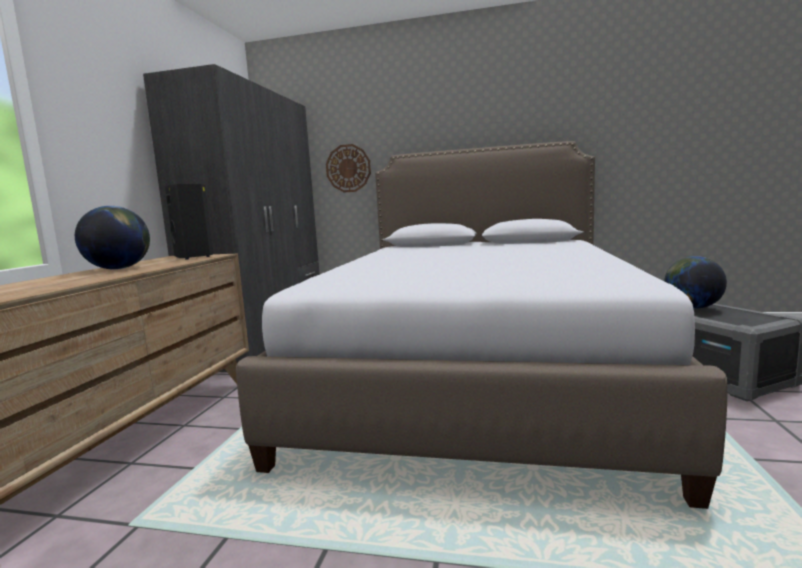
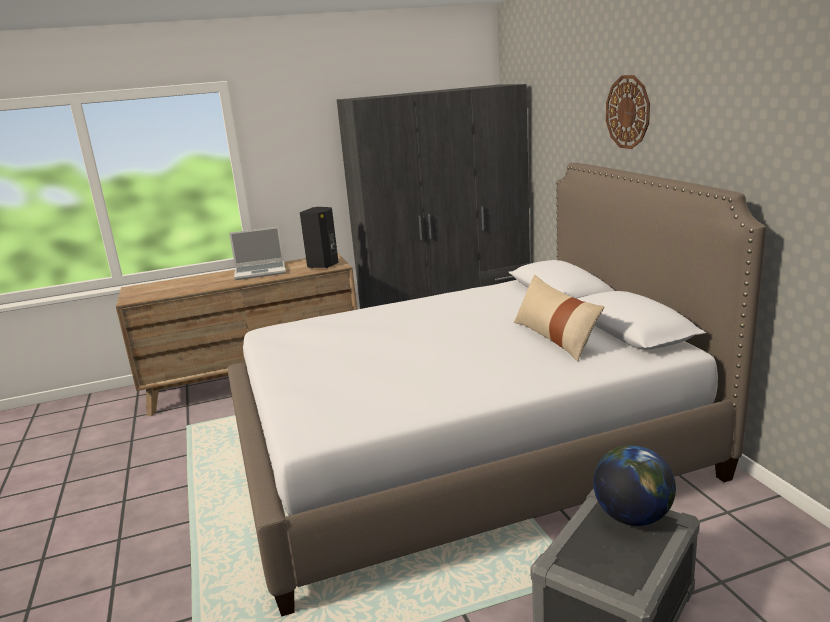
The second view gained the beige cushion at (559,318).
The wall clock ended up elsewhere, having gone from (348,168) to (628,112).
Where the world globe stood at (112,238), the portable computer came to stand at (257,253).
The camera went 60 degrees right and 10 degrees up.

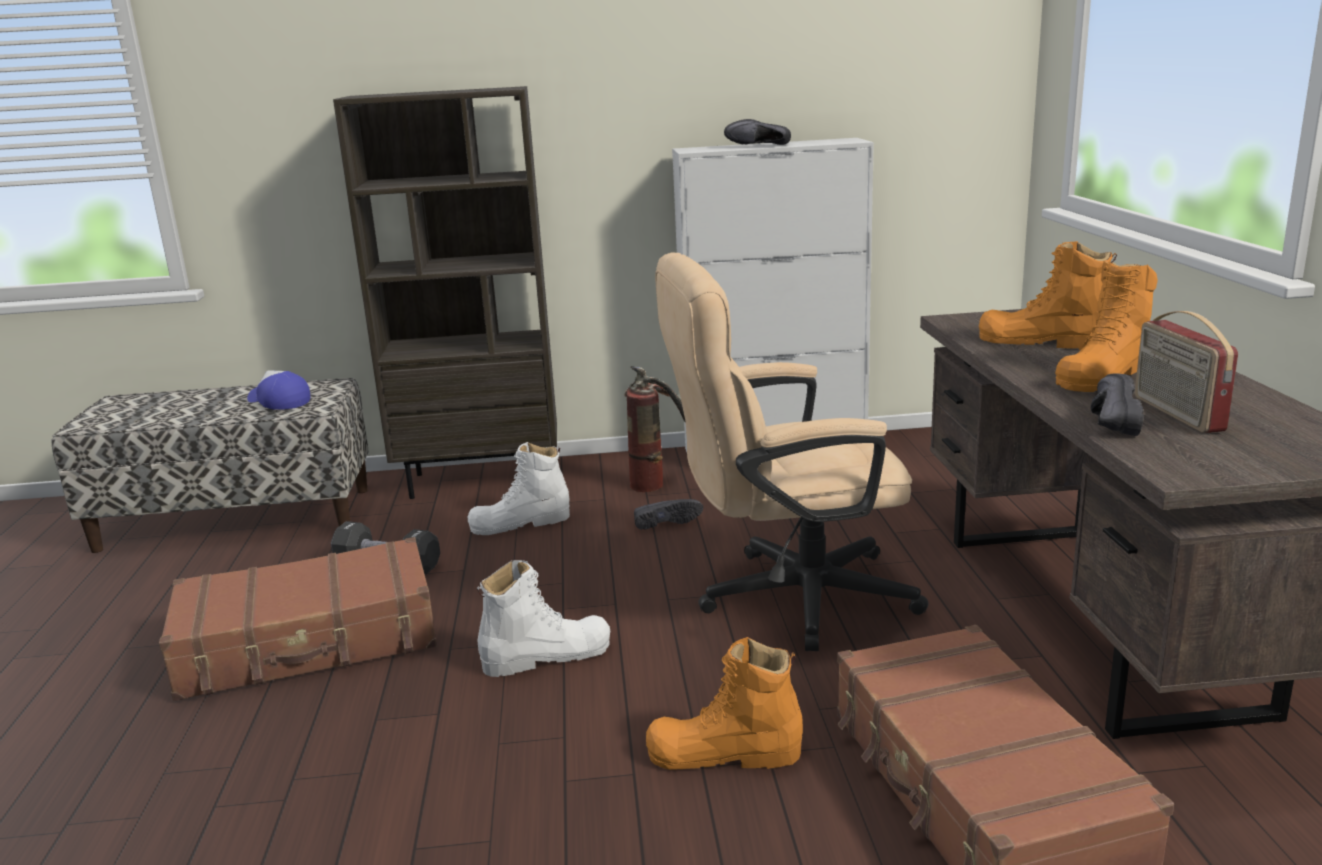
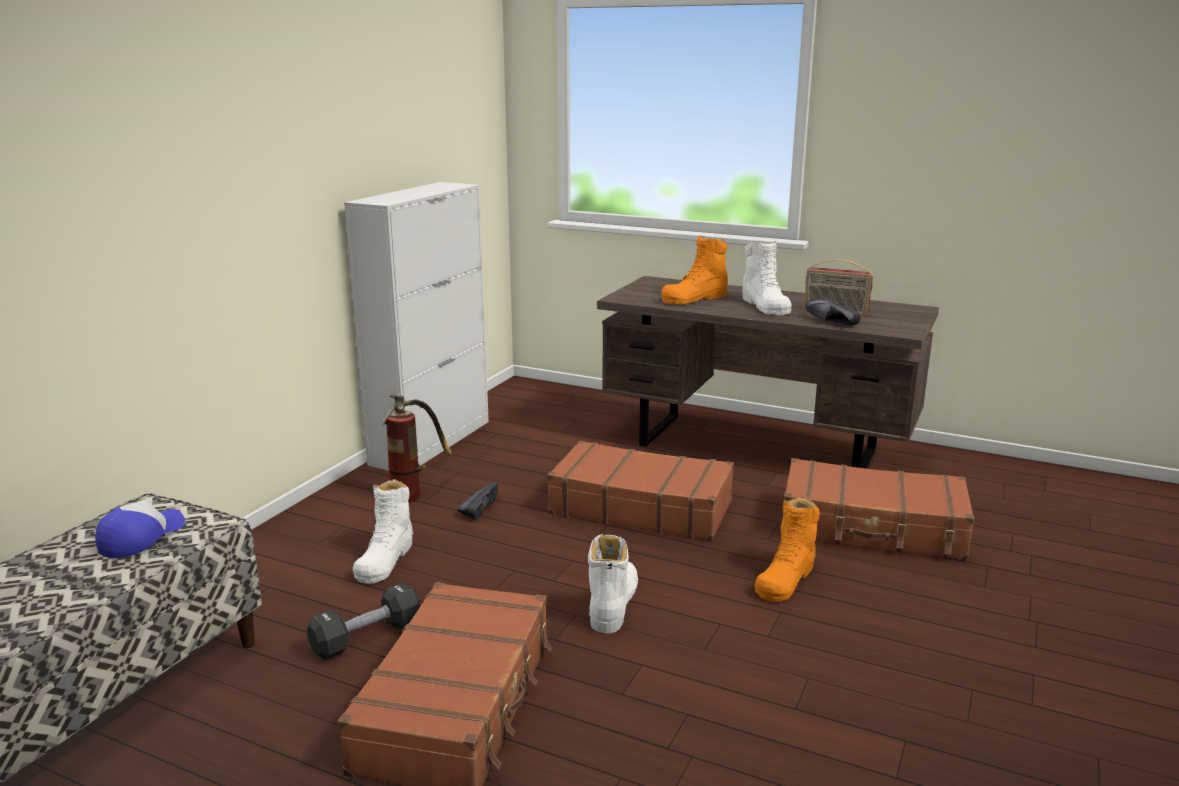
The second view lost the brown bookcase at (445,292).
The second view lost the black-coloured shoe at (757,132).
Where the beige office chair stood at (791,451), the brown suitcase came to stand at (640,491).
What was the orange-coloured high-top boot at (1106,326) turned into the white-coloured high-top boot at (767,278).
The peaked cap at (278,390) ended up facing another way, 135 degrees clockwise from before.
The camera went 60 degrees left and 0 degrees up.

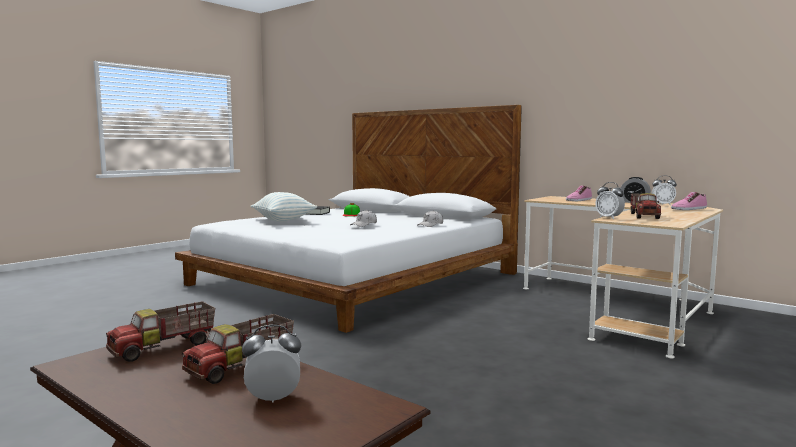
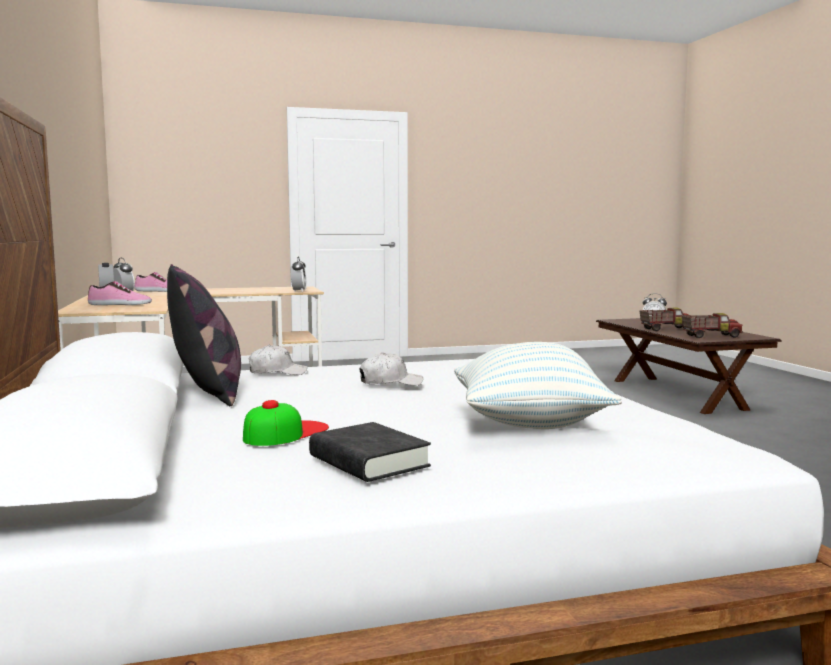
The second view lost the model truck at (646,206).
The second view gained the cushion at (204,335).
The camera went 145 degrees left and 0 degrees up.

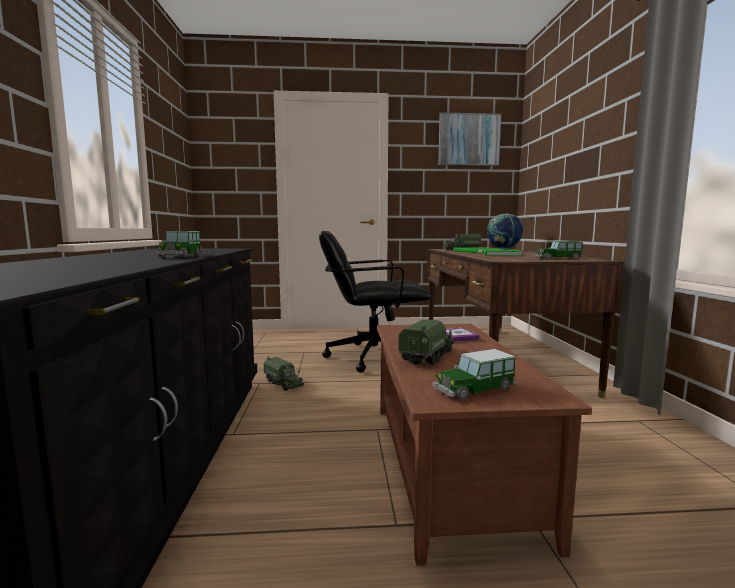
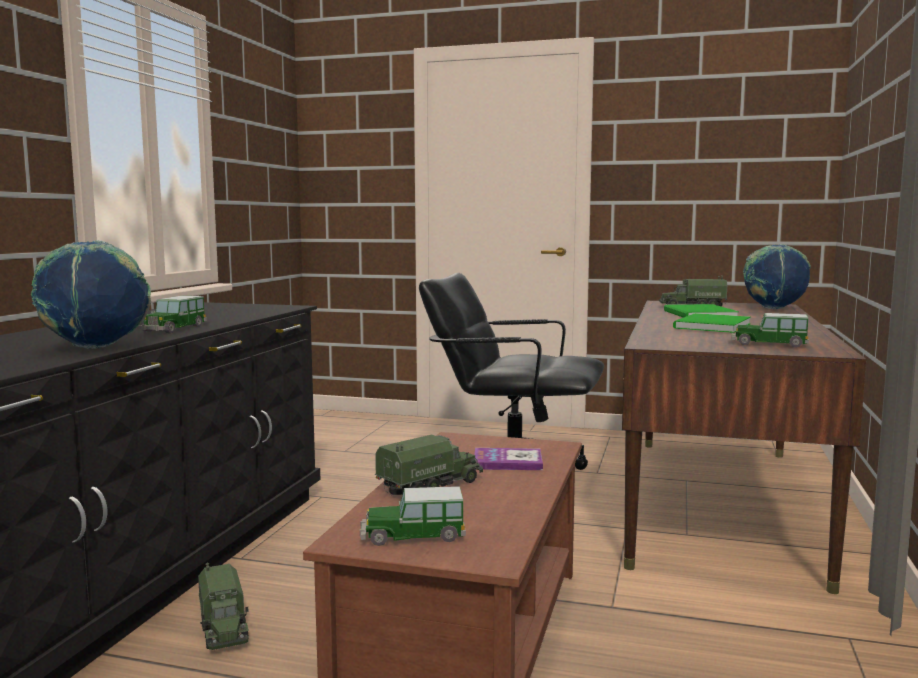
The second view lost the wall art at (469,139).
The second view gained the world globe at (91,294).
The model truck ended up elsewhere, having gone from (284,373) to (223,606).
The camera went 20 degrees right and 0 degrees up.

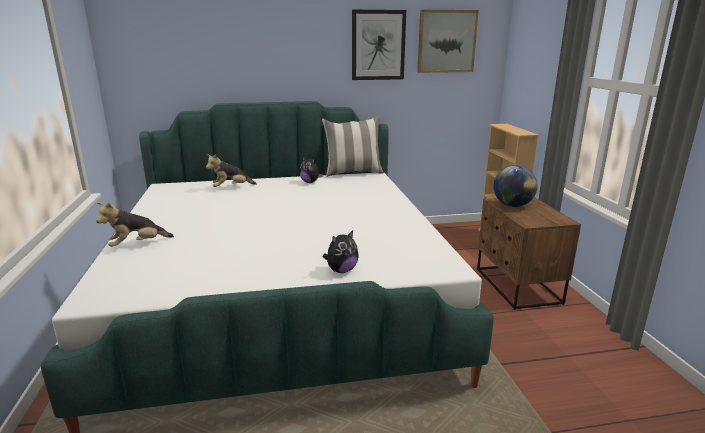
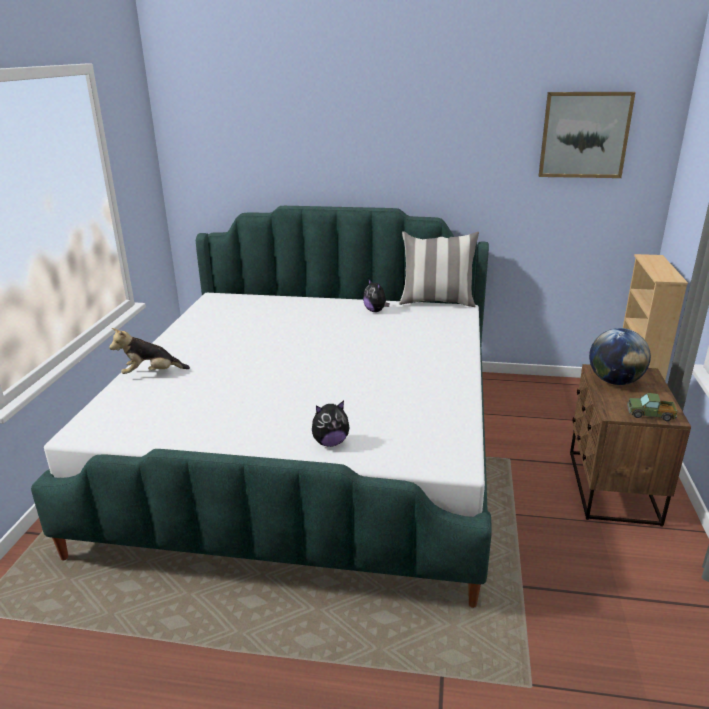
The second view lost the cuddly toy at (231,170).
The second view lost the wall art at (379,45).
The second view gained the model truck at (652,407).
The camera went 20 degrees right and 5 degrees up.

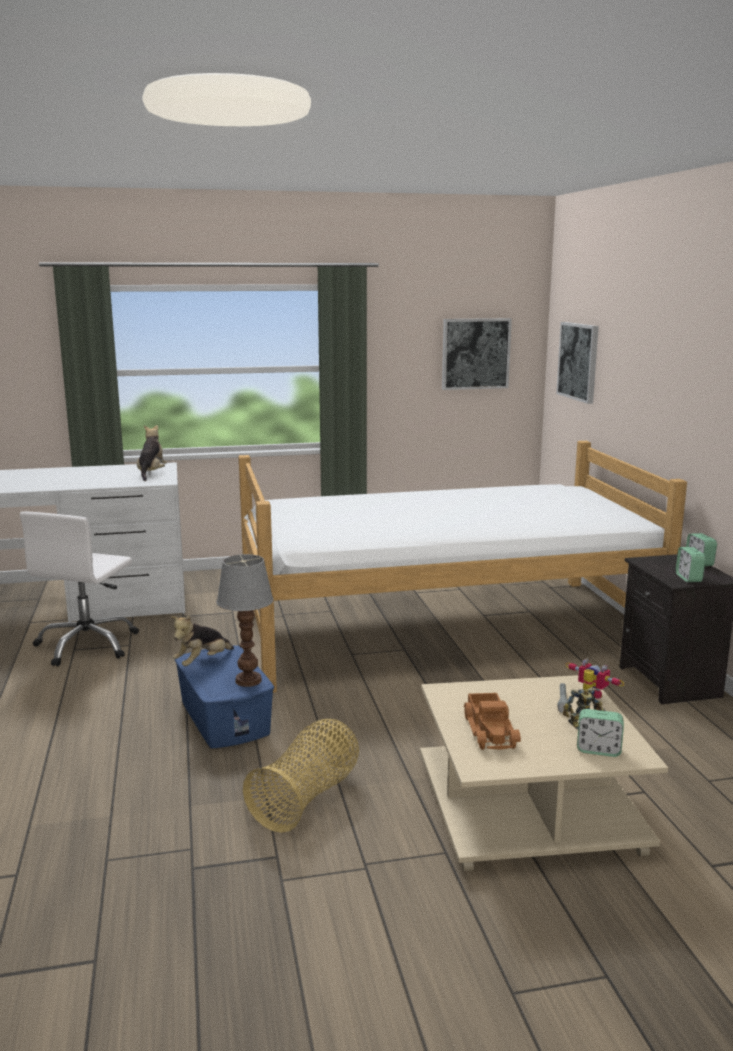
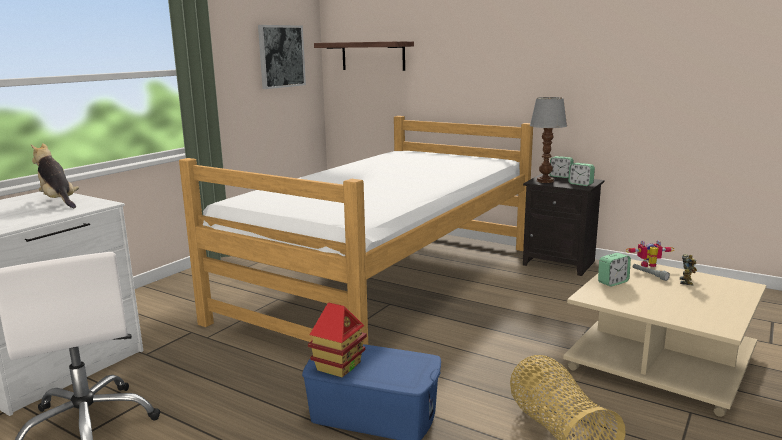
The second view lost the model truck at (492,721).
The table lamp ended up elsewhere, having gone from (245,620) to (548,140).
The bedside clock ended up elsewhere, having gone from (600,733) to (614,270).
Where the cuddly toy stood at (202,640), the miniature house came to stand at (337,340).
Where the wall art hung at (577,363), the wall shelf came to hang at (364,56).
The camera went 45 degrees left and 0 degrees up.

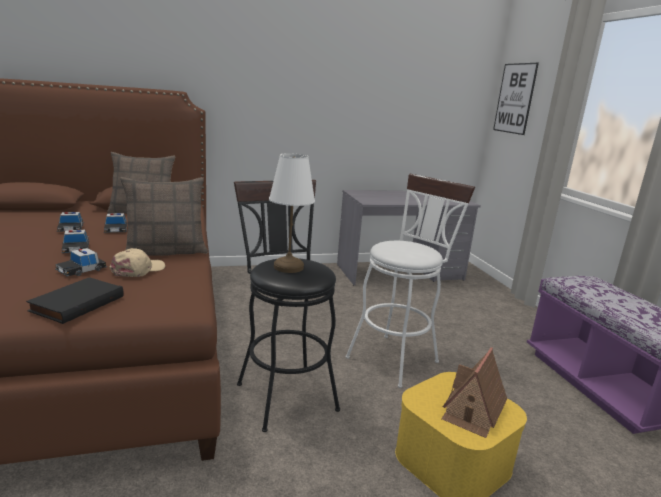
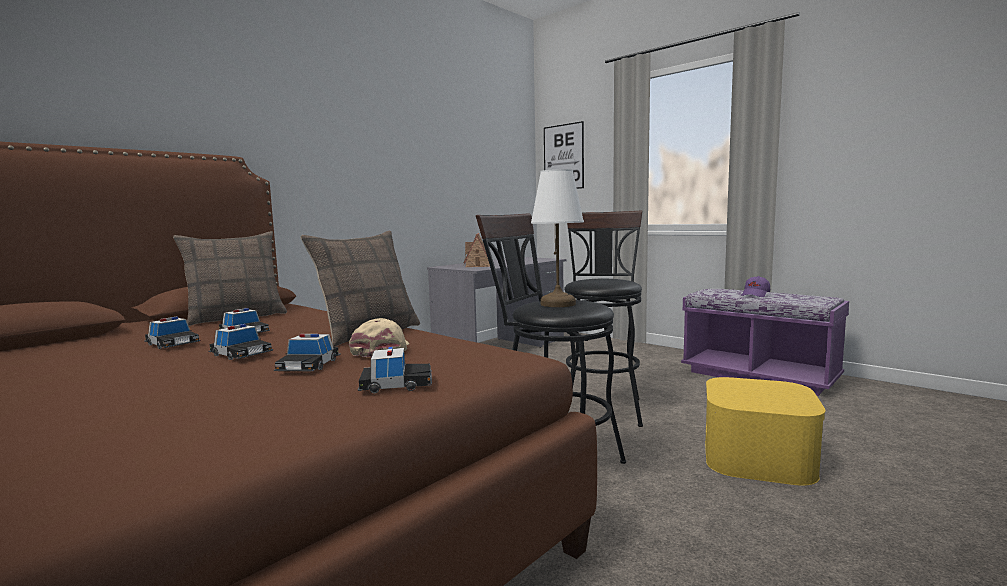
The second view gained the purplish peaked cap at (755,286).
The miniature house ended up elsewhere, having gone from (474,392) to (477,250).
Where the black-coloured bound book stood at (75,300), the toy car came to stand at (395,370).
What was the white-coloured stool seat at (410,281) turned into the black-coloured stool seat at (603,318).
The camera went 30 degrees left and 10 degrees down.

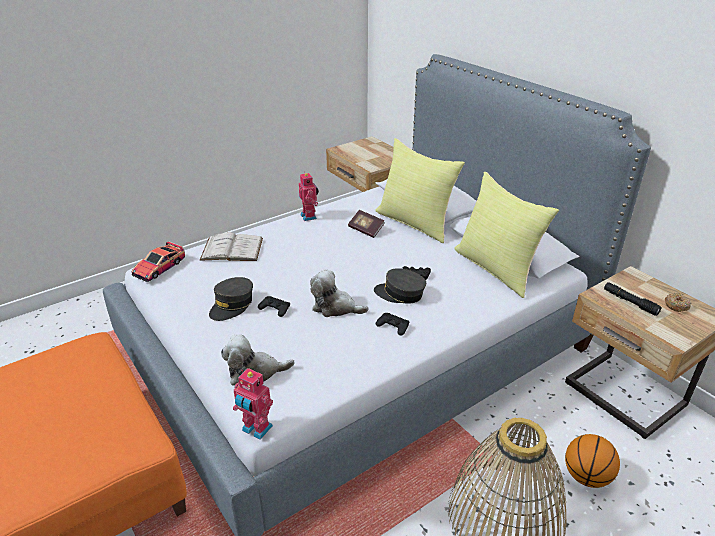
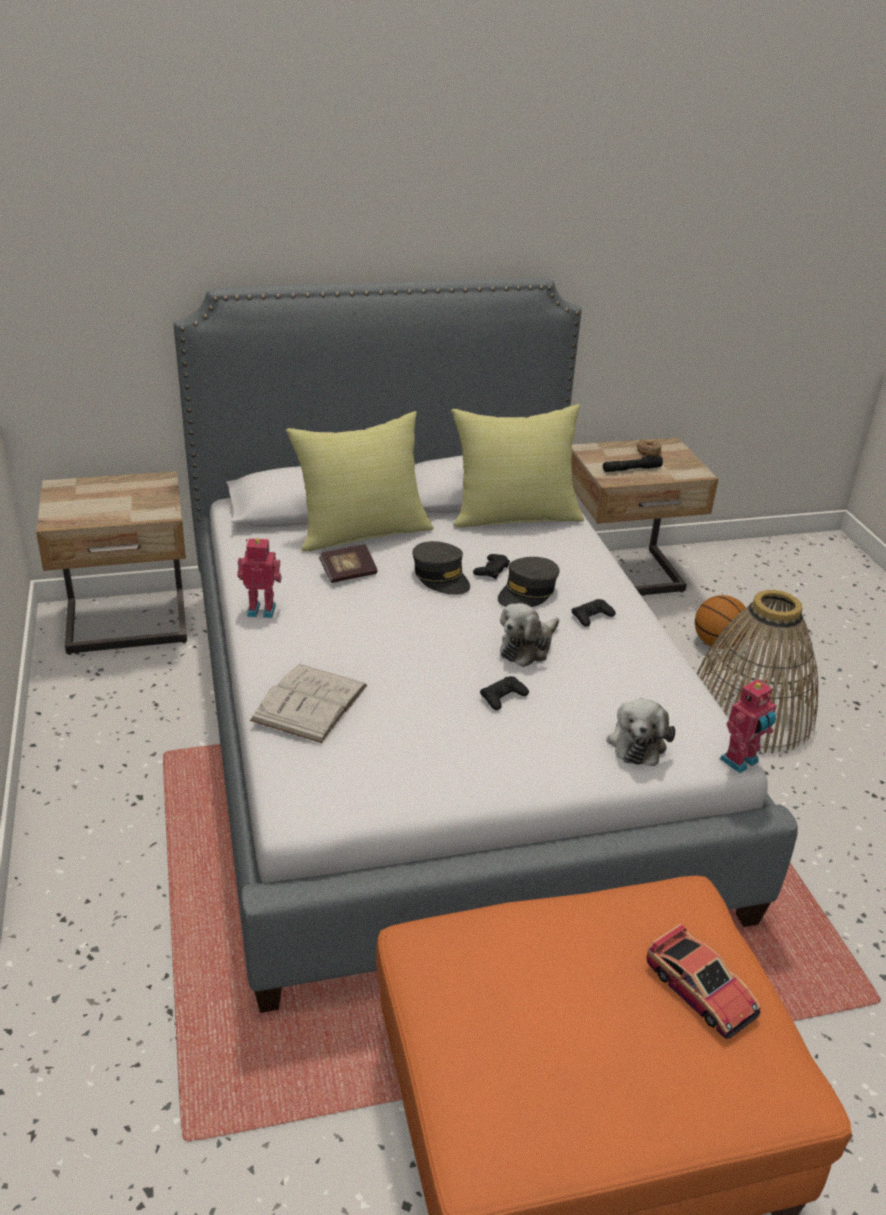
The toy car ended up elsewhere, having gone from (158,261) to (703,981).
The gray peaked cap ended up elsewhere, having gone from (231,299) to (441,568).
The camera went 70 degrees left and 0 degrees up.

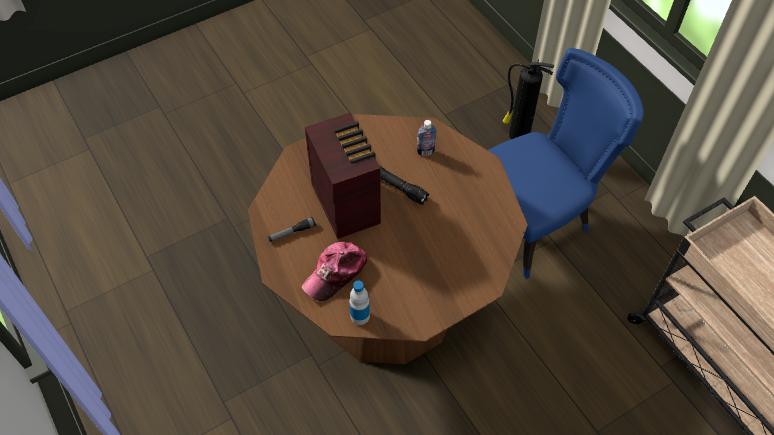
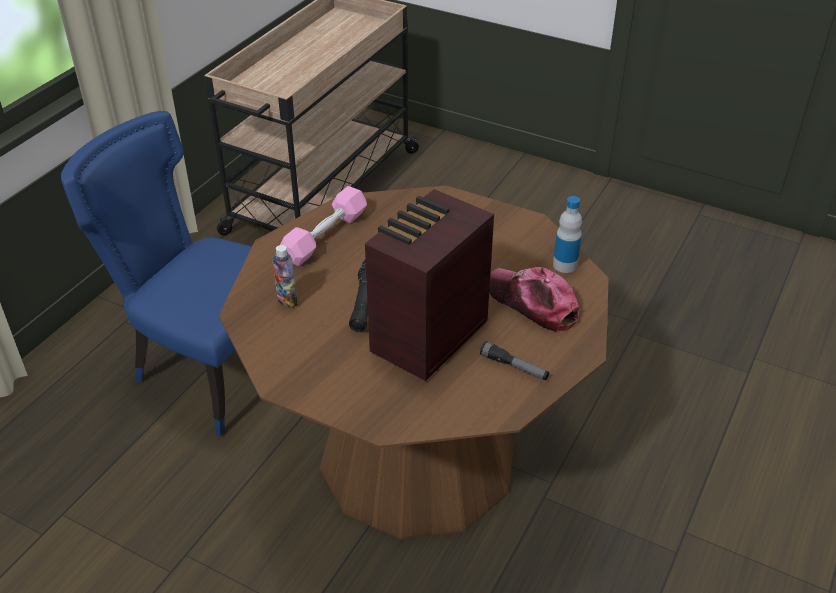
The second view lost the fire extinguisher at (528,99).
The second view gained the pink hand weight at (323,226).
The peaked cap at (335,271) ended up facing another way, 150 degrees counterclockwise from before.
The camera went 120 degrees left and 15 degrees down.

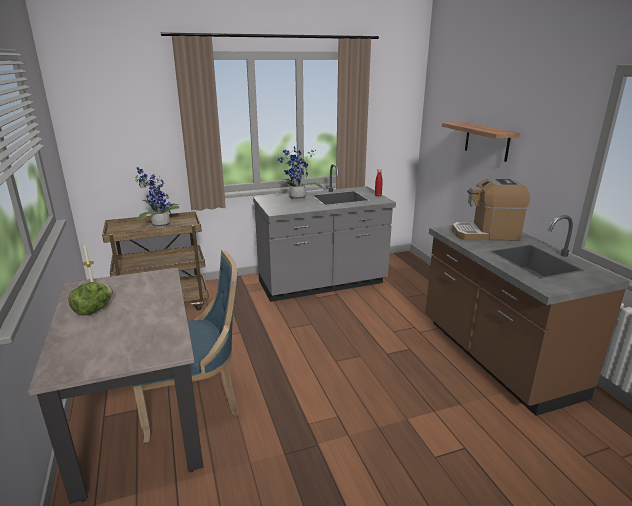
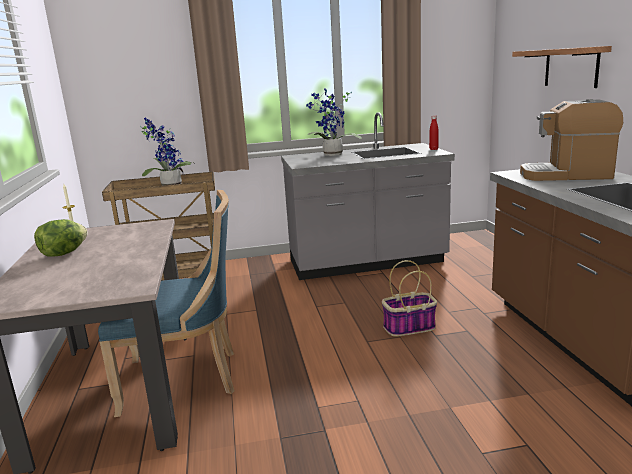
The second view gained the household basket at (409,298).
The camera went 10 degrees right and 5 degrees down.

